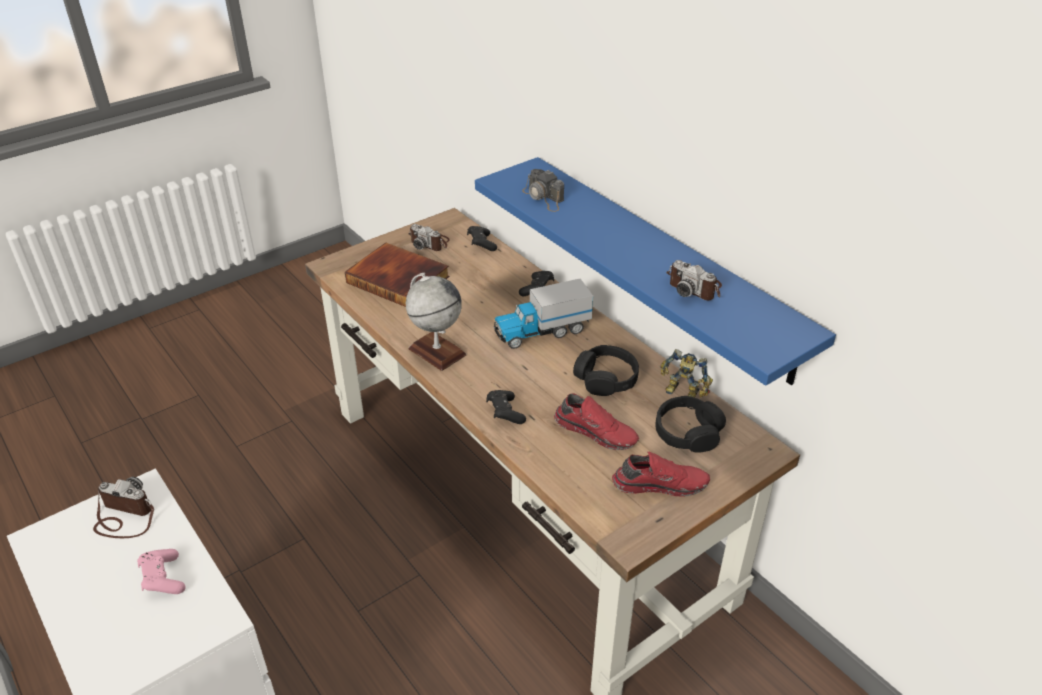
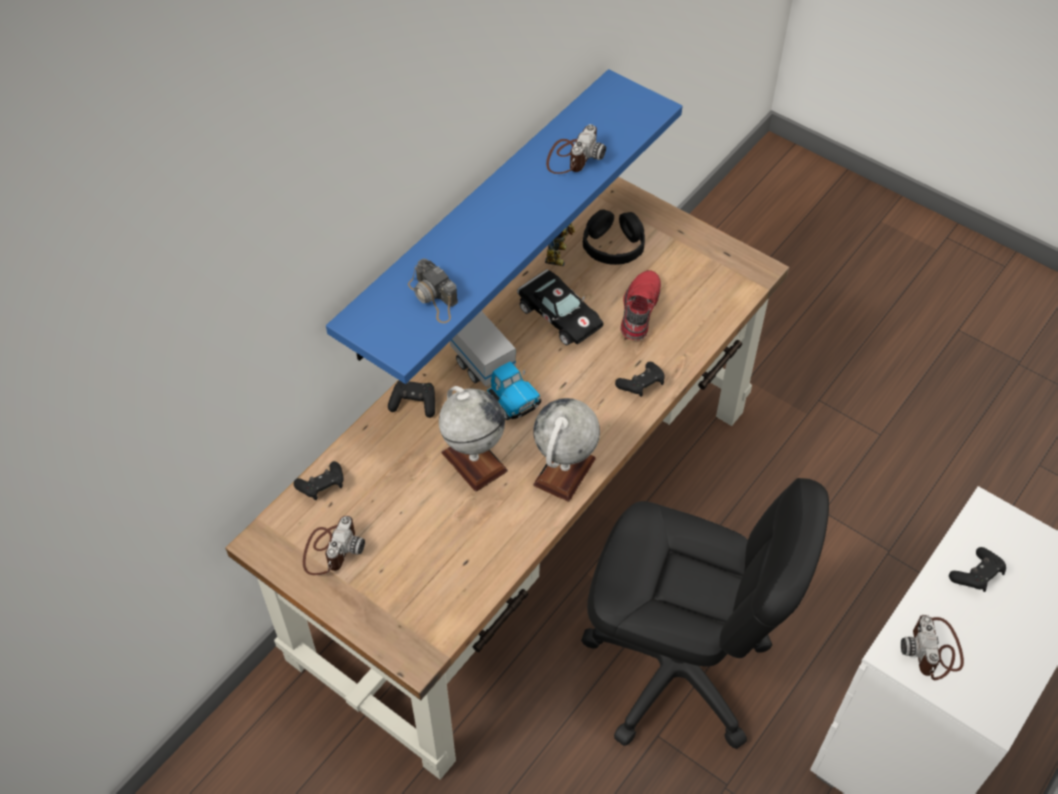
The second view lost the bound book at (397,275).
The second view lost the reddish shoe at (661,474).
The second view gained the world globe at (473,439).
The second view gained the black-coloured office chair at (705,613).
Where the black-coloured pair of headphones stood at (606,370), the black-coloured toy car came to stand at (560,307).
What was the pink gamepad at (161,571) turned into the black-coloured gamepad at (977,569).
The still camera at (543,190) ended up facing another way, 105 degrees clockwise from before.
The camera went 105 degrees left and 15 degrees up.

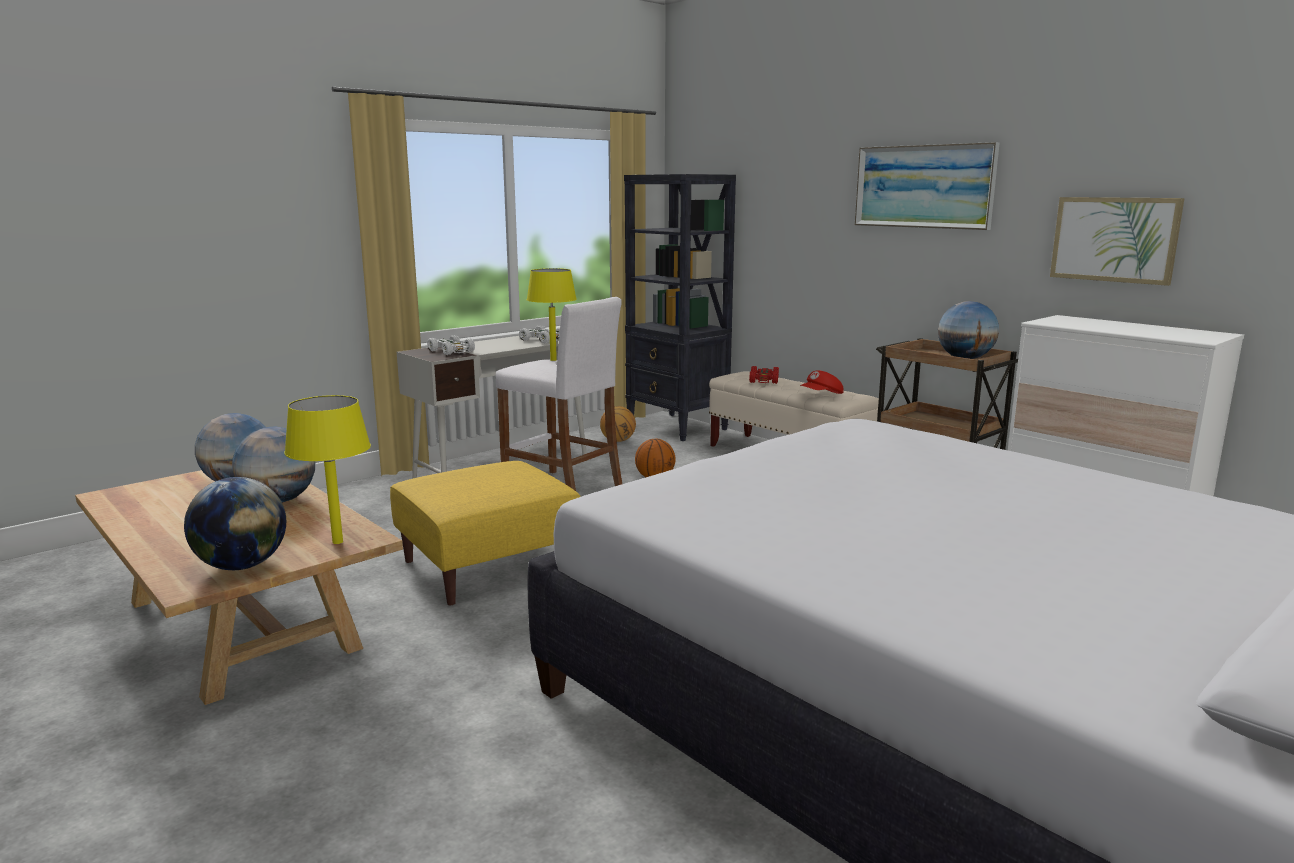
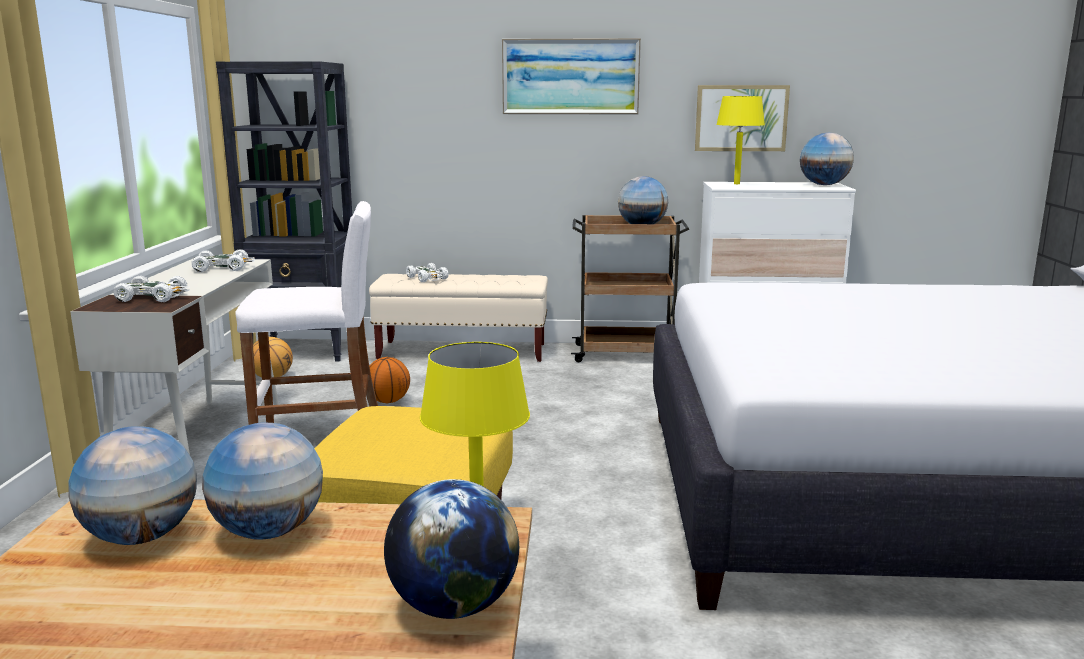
The second view lost the reddish peaked cap at (822,382).
The second view gained the world globe at (827,159).
The yellow table lamp ended up elsewhere, having gone from (552,314) to (740,140).
What was the reddish toy car at (764,375) turned into the white-coloured toy car at (427,272).
The camera went 45 degrees left and 0 degrees up.

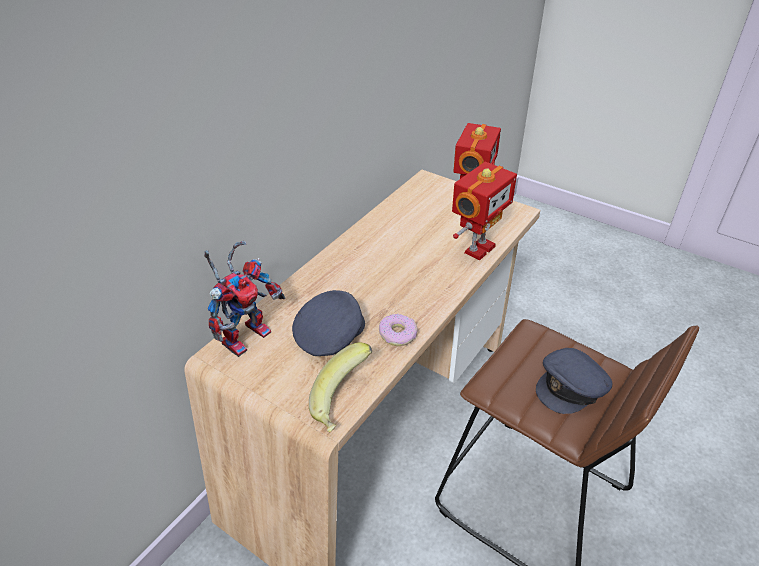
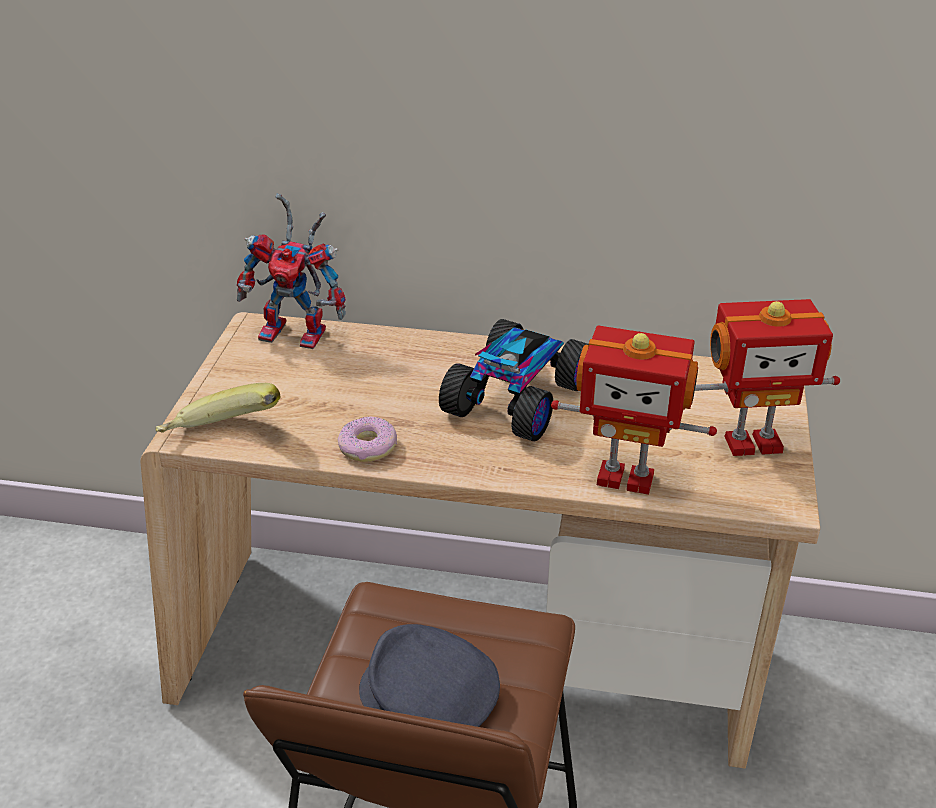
The second view lost the gray peaked cap at (328,323).
The second view gained the toy car at (513,380).
The camera went 65 degrees right and 5 degrees down.

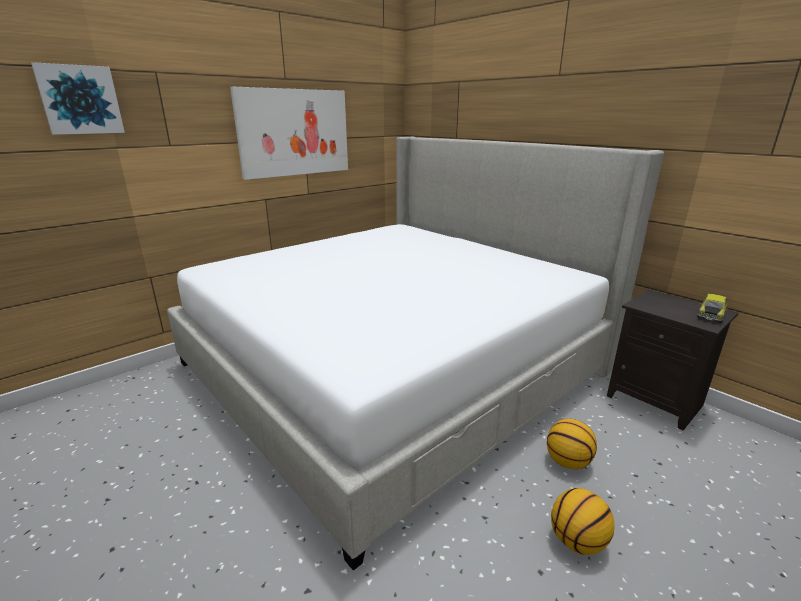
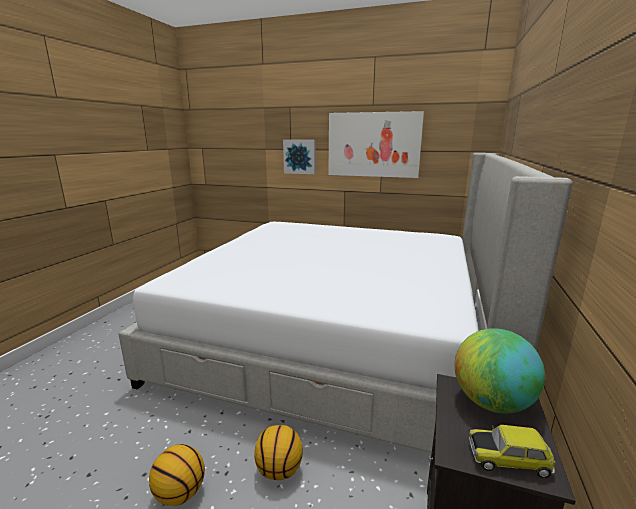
The second view gained the world globe at (500,371).
The wall art ended up elsewhere, having gone from (78,98) to (299,157).
The camera went 60 degrees right and 5 degrees down.

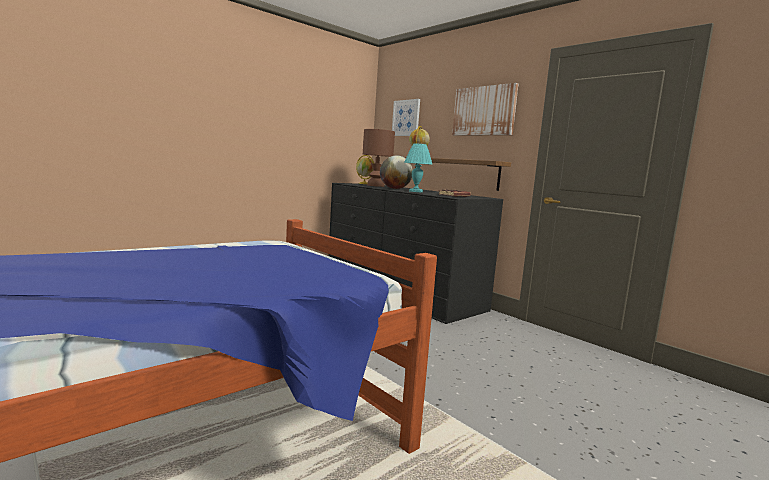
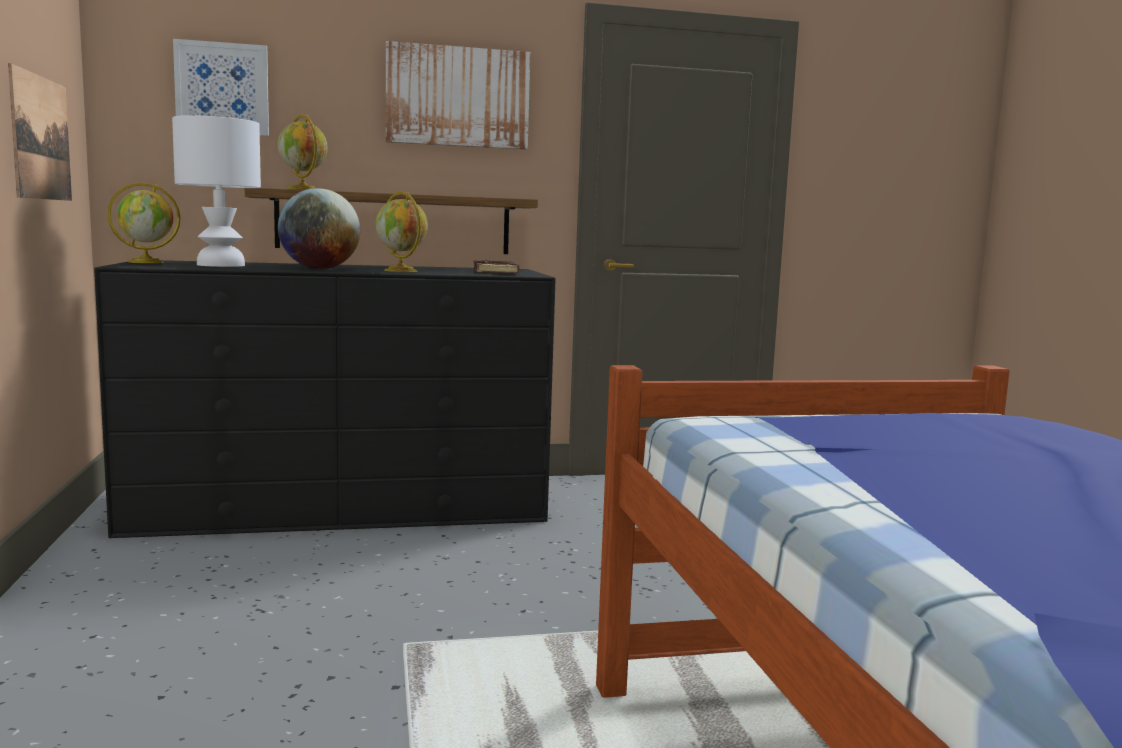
The second view gained the wall art at (40,132).
Where the blue-green table lamp stood at (418,168), the world globe came to stand at (401,231).
What was the brown table lamp at (379,158) turned into the white-coloured table lamp at (216,191).
The camera went 60 degrees left and 0 degrees up.

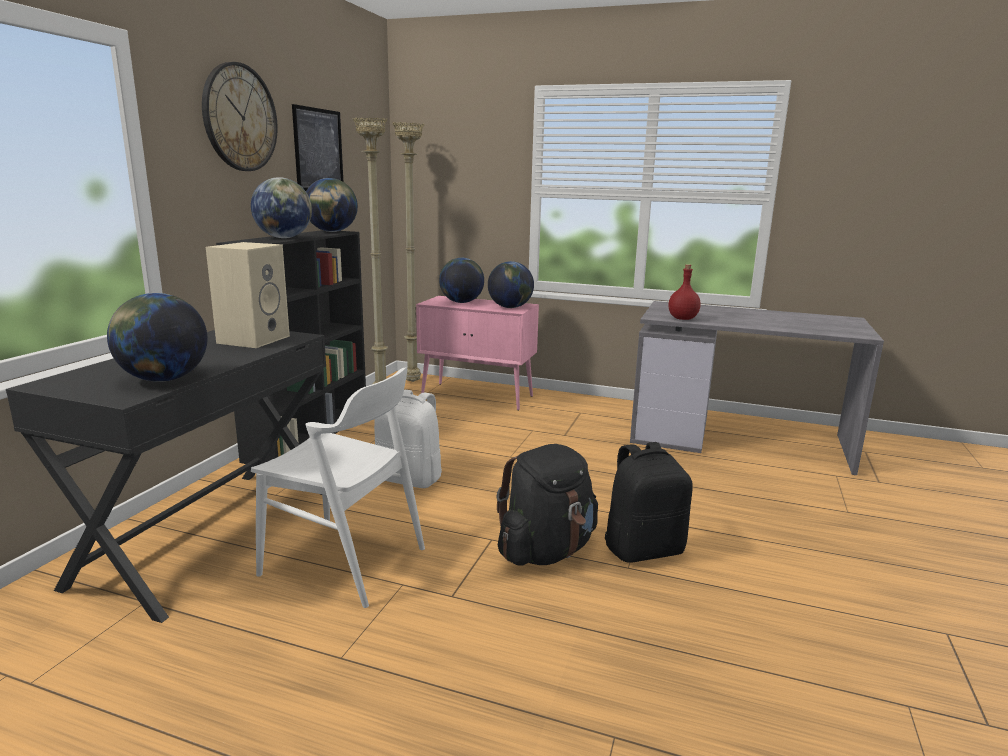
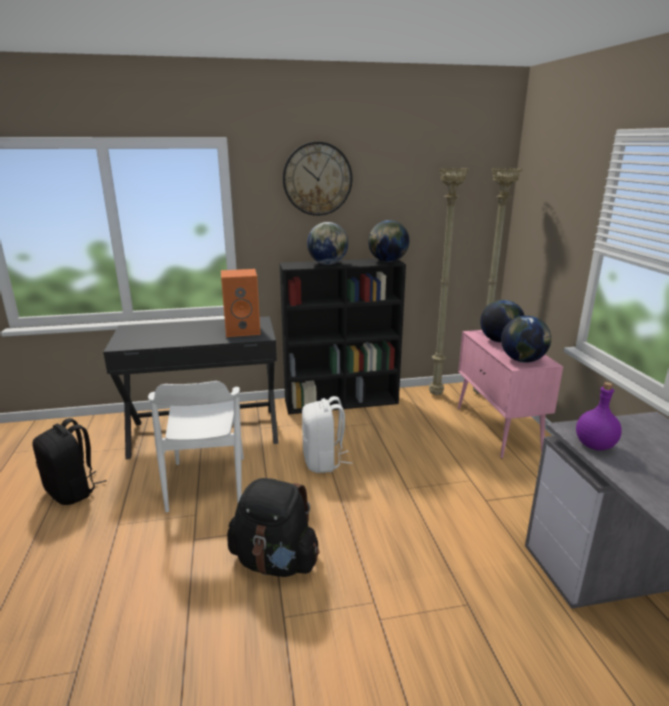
The second view lost the world globe at (157,337).
The second view lost the wall art at (317,147).
The black-coloured rucksack ended up elsewhere, having gone from (649,502) to (69,461).
What was the beige audio speaker at (248,295) turned into the orange-coloured audio speaker at (241,303).
What was the reddish beverage bottle at (685,292) turned into the purplish beverage bottle at (599,416).
The camera went 60 degrees right and 5 degrees up.

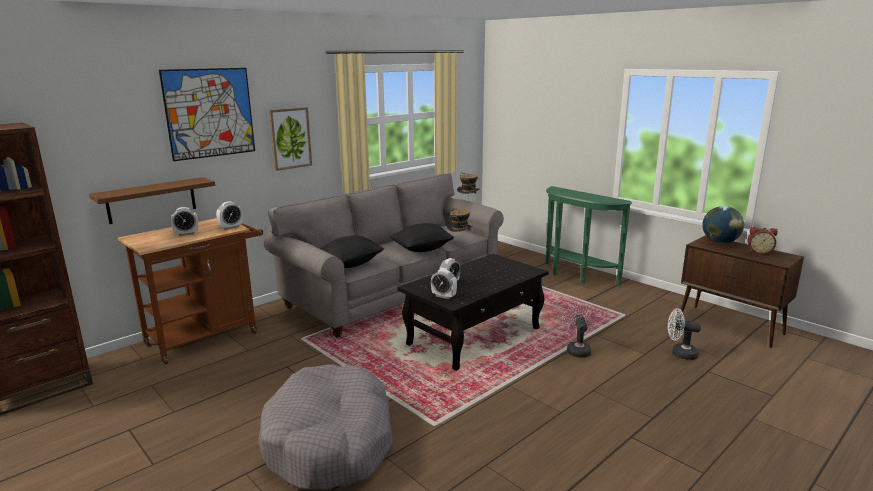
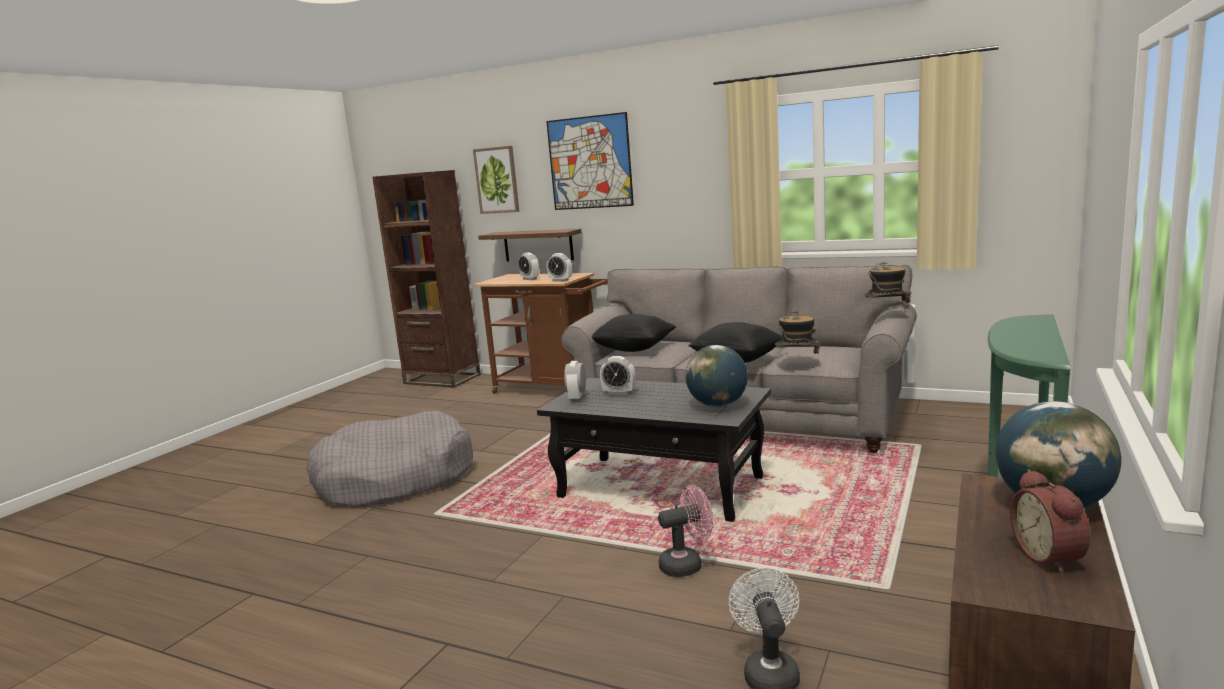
The second view gained the world globe at (716,376).
The wall art ended up elsewhere, having gone from (290,139) to (496,180).
The camera went 70 degrees right and 5 degrees down.

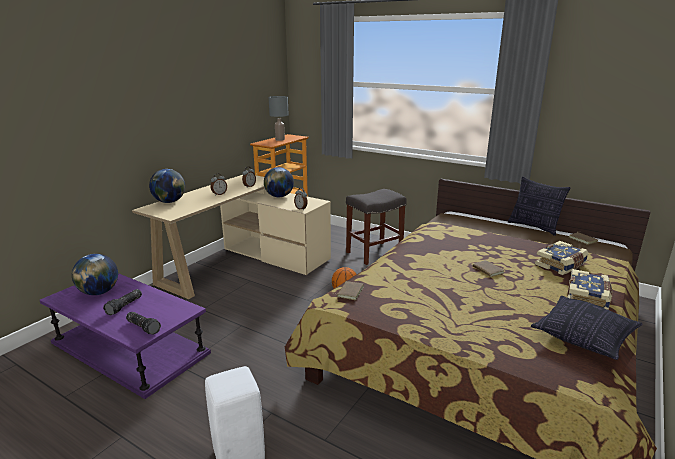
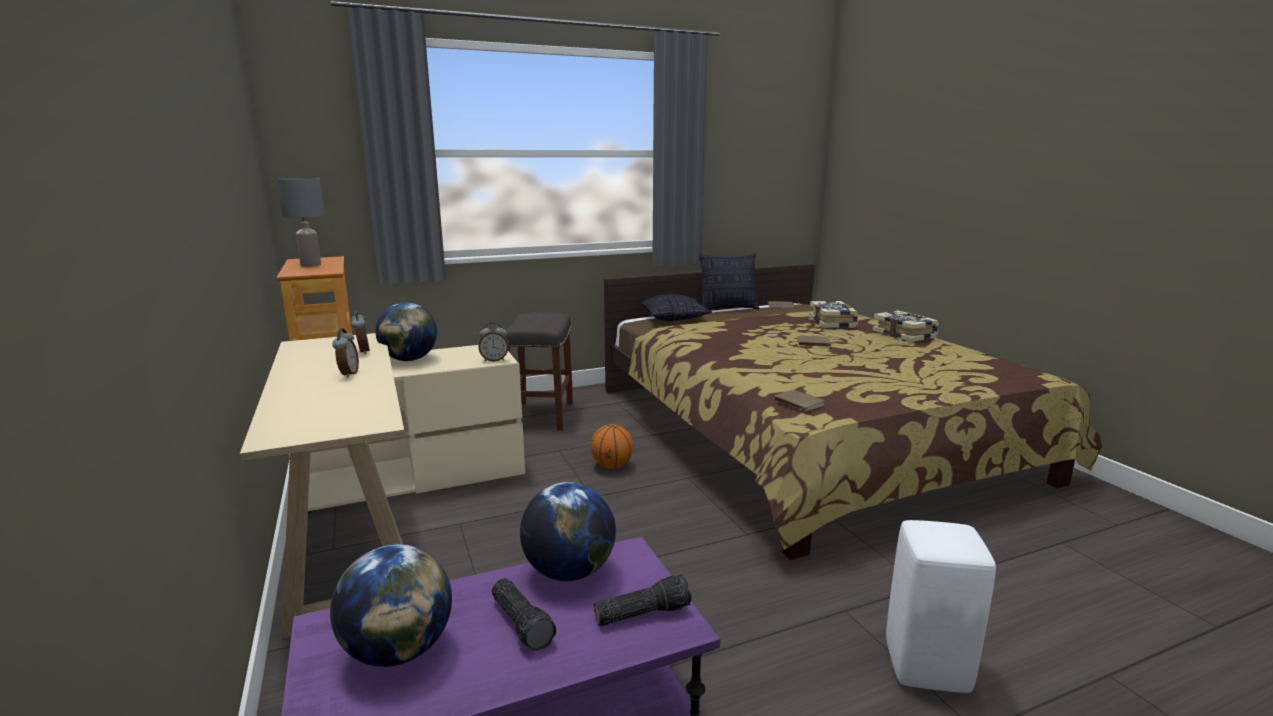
The world globe ended up elsewhere, having gone from (167,186) to (568,531).
The cushion ended up elsewhere, having gone from (586,328) to (676,307).
The camera went 55 degrees left and 5 degrees down.

